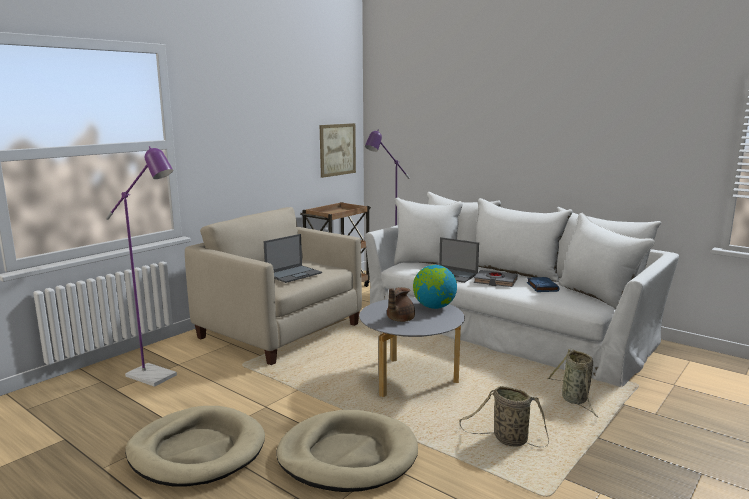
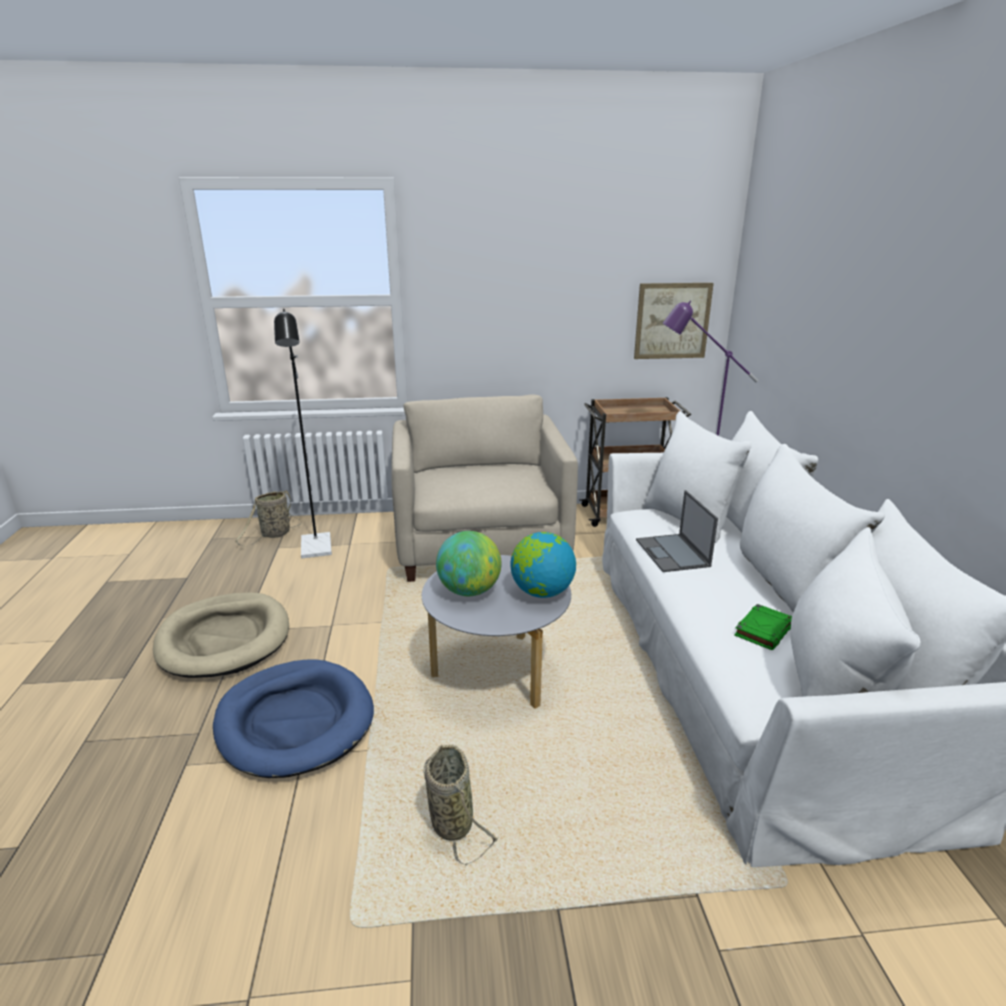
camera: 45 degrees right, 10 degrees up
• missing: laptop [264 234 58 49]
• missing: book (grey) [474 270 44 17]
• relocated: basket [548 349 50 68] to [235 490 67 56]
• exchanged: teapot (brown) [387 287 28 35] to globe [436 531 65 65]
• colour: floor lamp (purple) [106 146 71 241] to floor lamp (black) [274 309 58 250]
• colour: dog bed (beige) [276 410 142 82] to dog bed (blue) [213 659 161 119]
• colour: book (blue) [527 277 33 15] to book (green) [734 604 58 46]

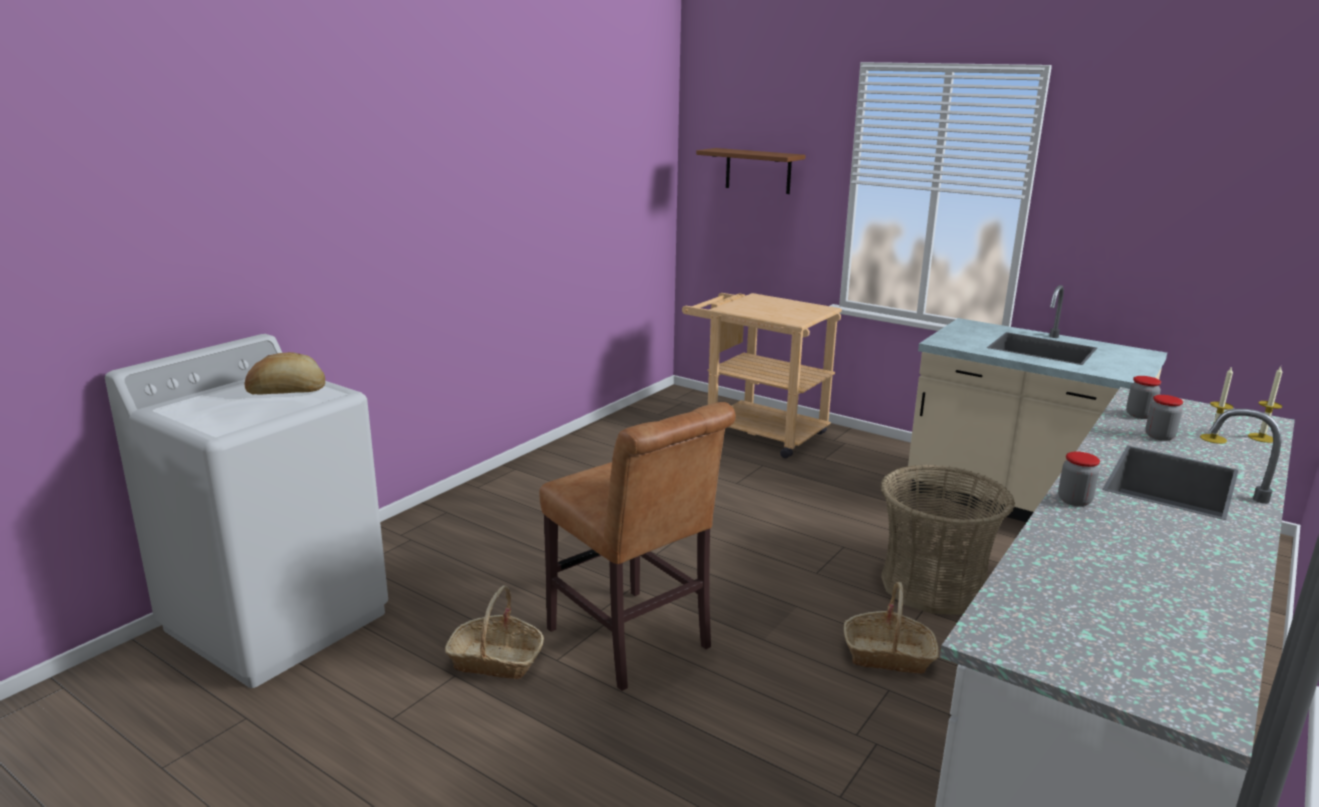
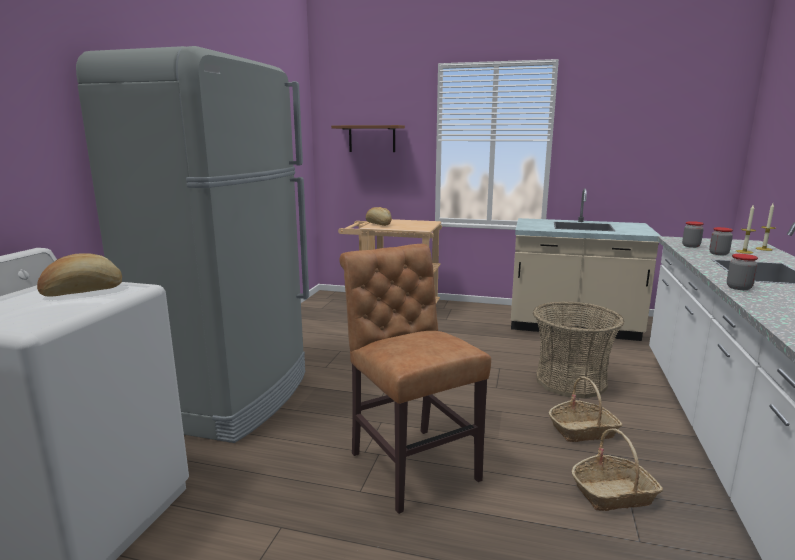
camera: 20 degrees left, 5 degrees down
• appeared: fridge (grey) [76 46 233 397]
• appeared: bread [366 207 26 19]
• relocated: basket [445 585 99 94] to [572 429 91 82]
• spun: chair (brown) [539 402 197 289] = [340 244 151 270] 150 degrees counterclockwise

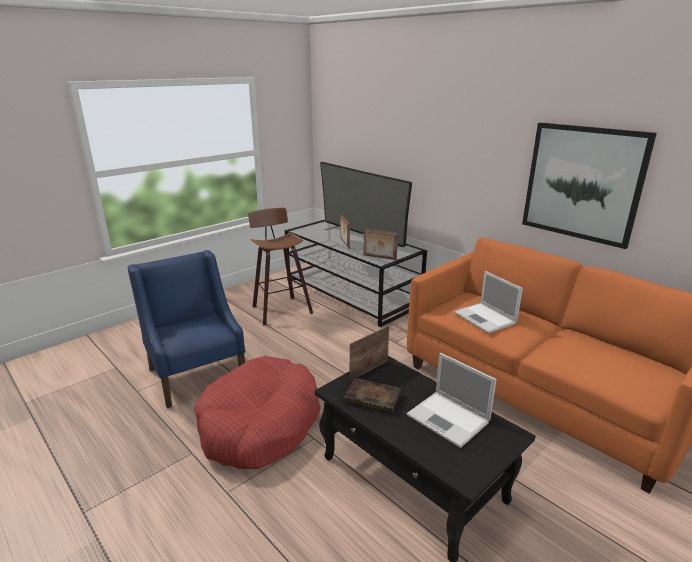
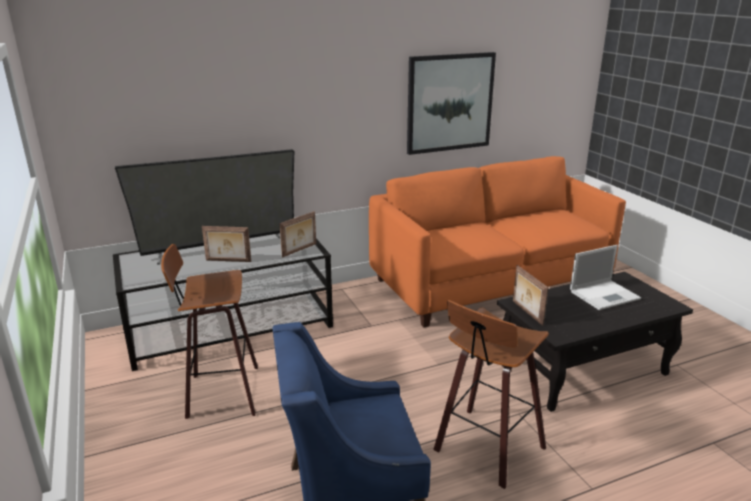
camera: 70 degrees left, 0 degrees up
• missing: book [344 377 58 37]
• missing: laptop [454 271 69 63]
• exchanged: dog bed (red) [194 356 127 113] to stool [433 300 116 189]

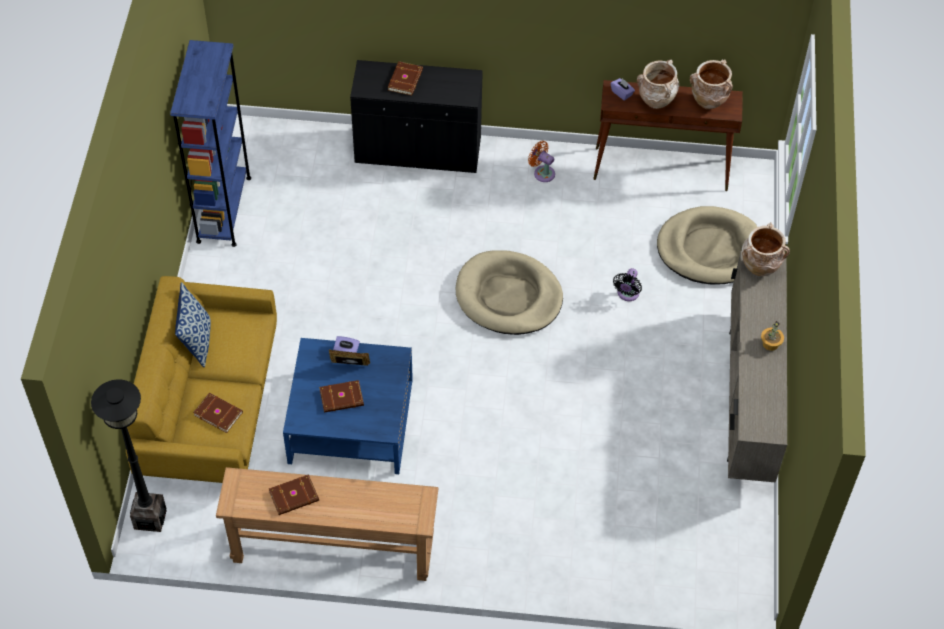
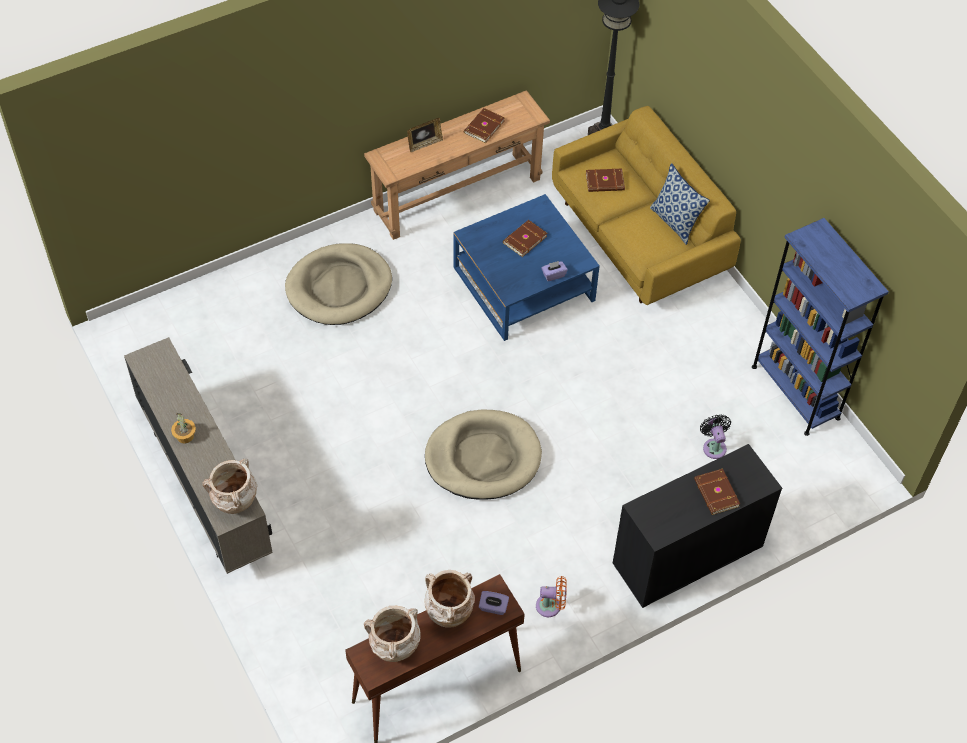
camera: 145 degrees right, 0 degrees up
• relocated: picture frame [329 349 41 17] to [407 118 36 34]
• relocated: fan (black) [613 268 29 33] to [700 414 31 45]
• relocated: dog bed (beige) [657 206 100 79] to [285 243 107 82]

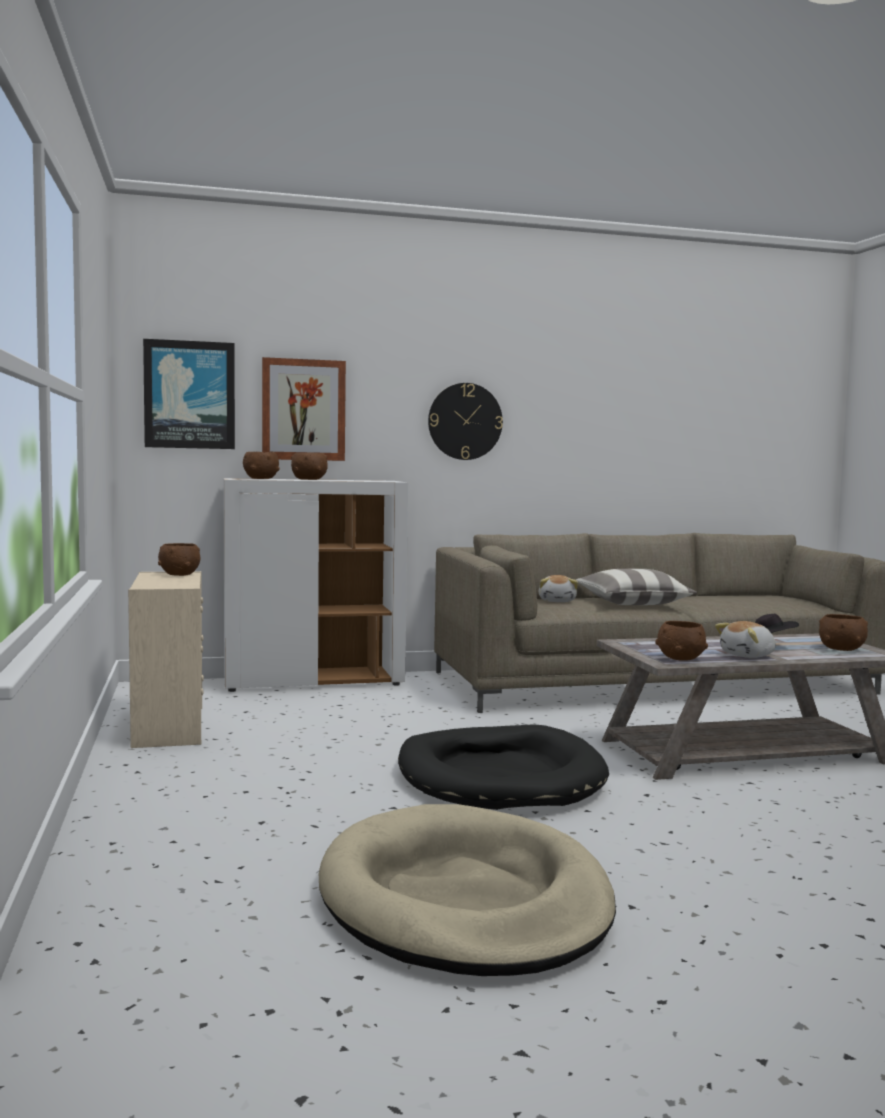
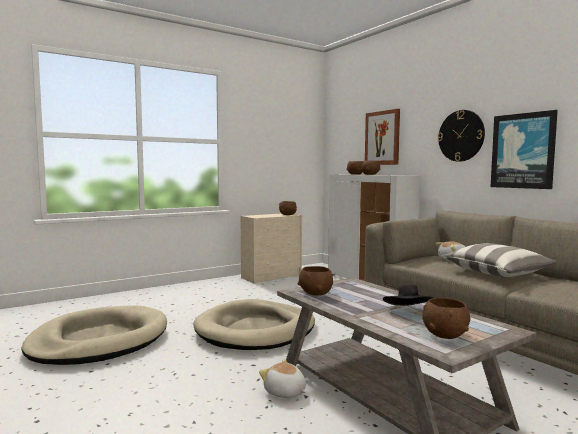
camera: 70 degrees right, 0 degrees up
• relocated: picture [143 339 92 110] to [491 110 67 79]
• relocated: plush toy [715 621 61 37] to [259 359 47 39]
• colour: dog bed (black) [398 724 211 86] to dog bed (beige) [193 299 122 51]

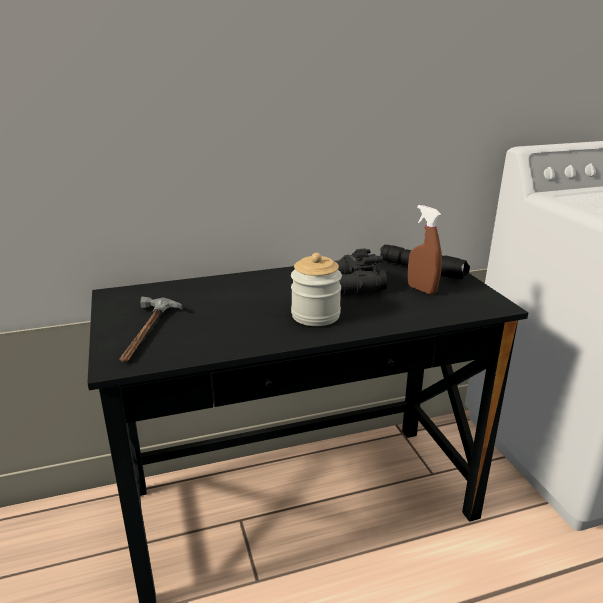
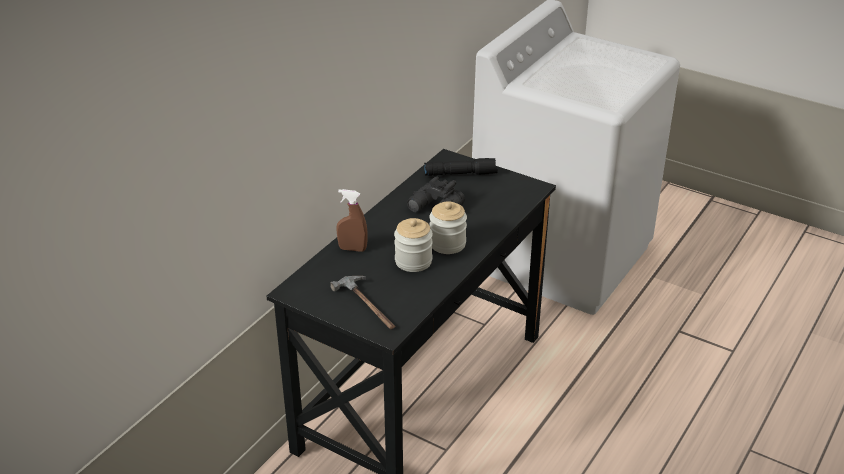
camera: 40 degrees left, 10 degrees up
• appeared: jar [394 218 39 54]
• relocated: spray bottle (brown) [408 205 34 90] to [336 189 32 63]

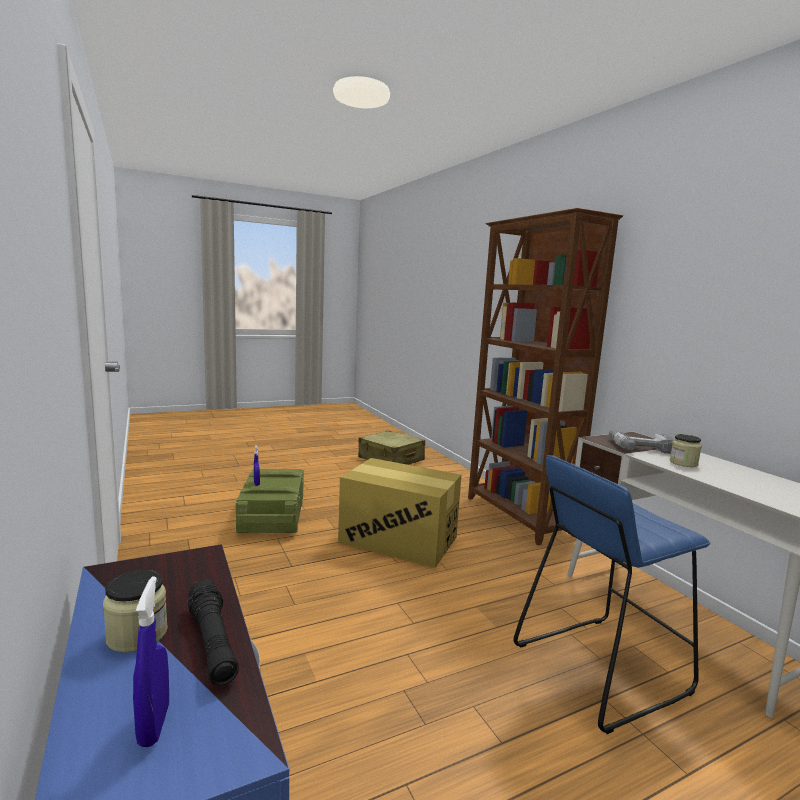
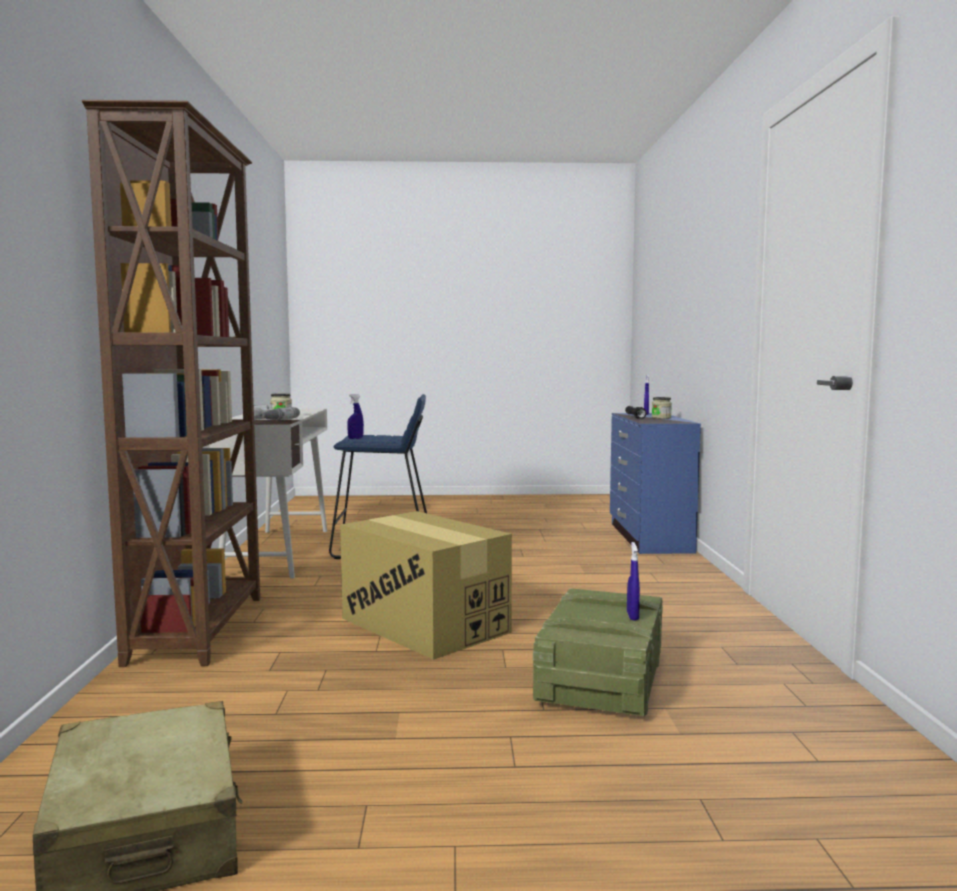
camera: 155 degrees left, 5 degrees down
• appeared: spray bottle (blue) [347 394 17 45]

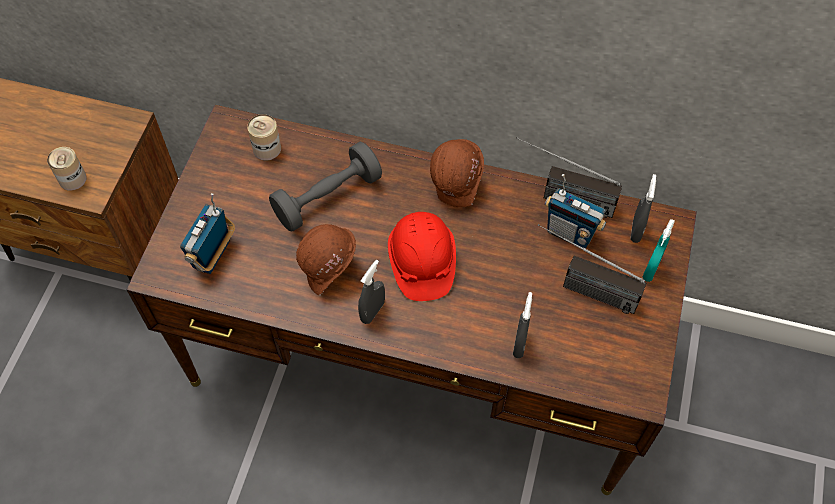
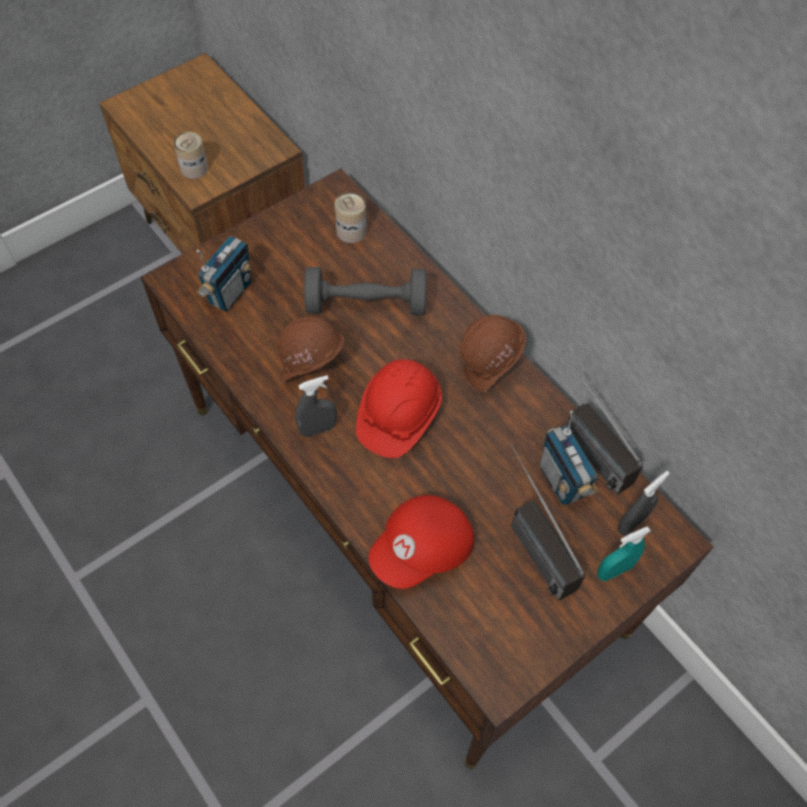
camera: 35 degrees right, 0 degrees up
• exchanged: spray bottle (grey) [513 292 19 66] to cap (red) [369 495 105 94]
• spun: radio [180 193 55 81] = [197 236 54 76] 150 degrees clockwise

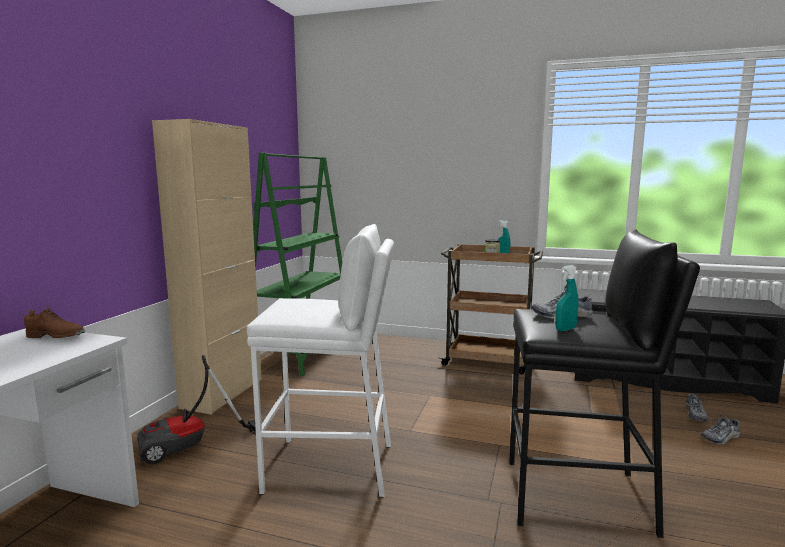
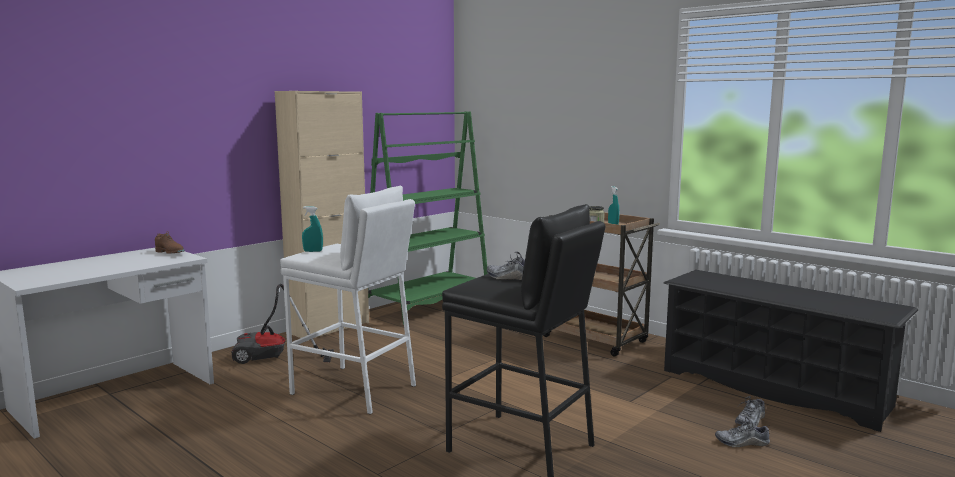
camera: 25 degrees right, 0 degrees up
• relocated: spray bottle (turquoise) [556 265 23 66] to [302 206 21 46]

